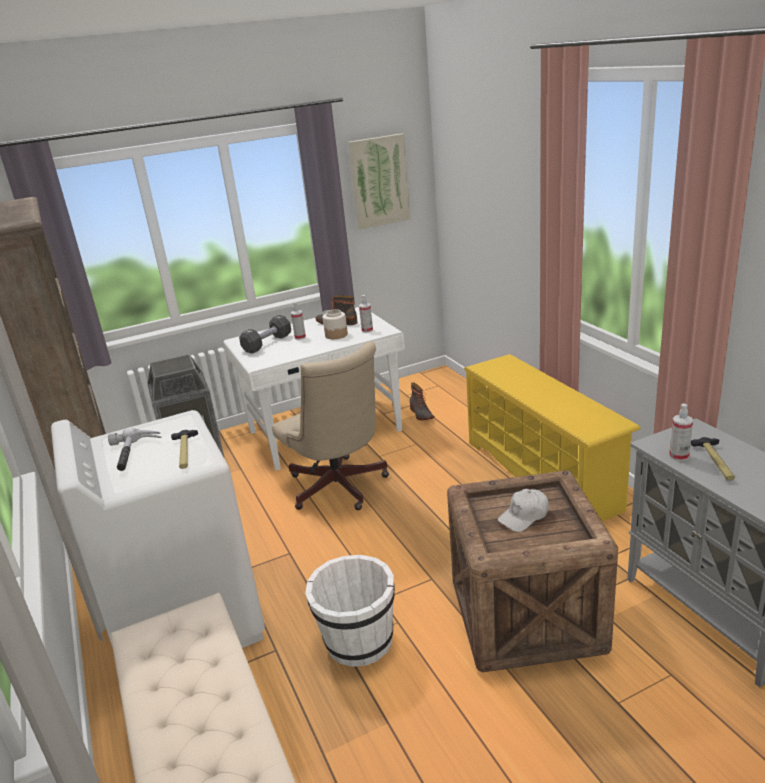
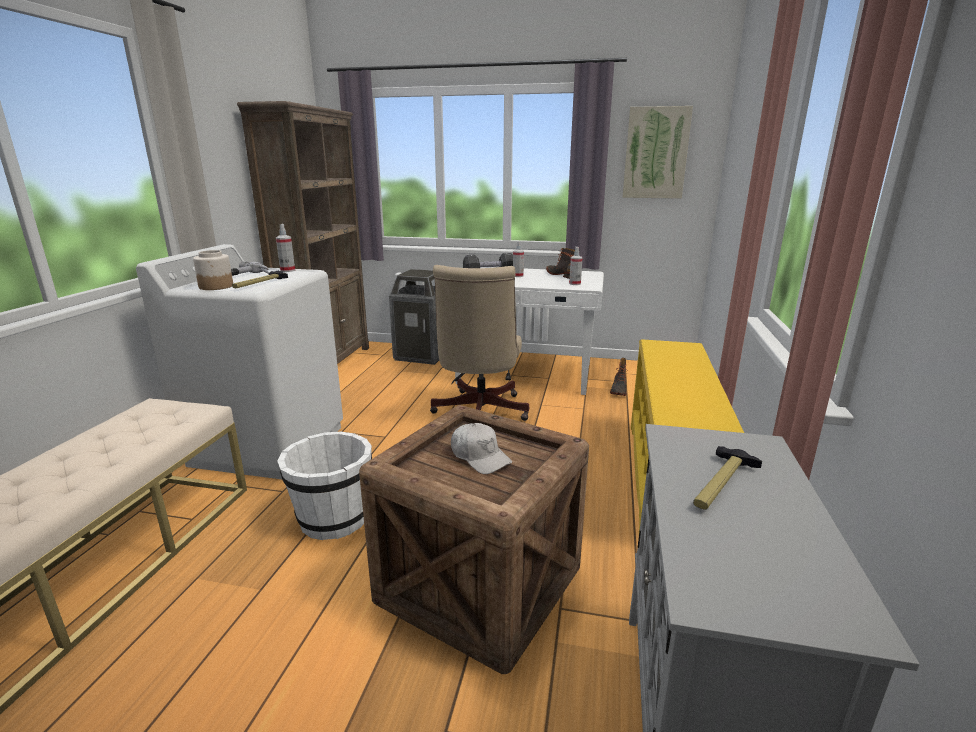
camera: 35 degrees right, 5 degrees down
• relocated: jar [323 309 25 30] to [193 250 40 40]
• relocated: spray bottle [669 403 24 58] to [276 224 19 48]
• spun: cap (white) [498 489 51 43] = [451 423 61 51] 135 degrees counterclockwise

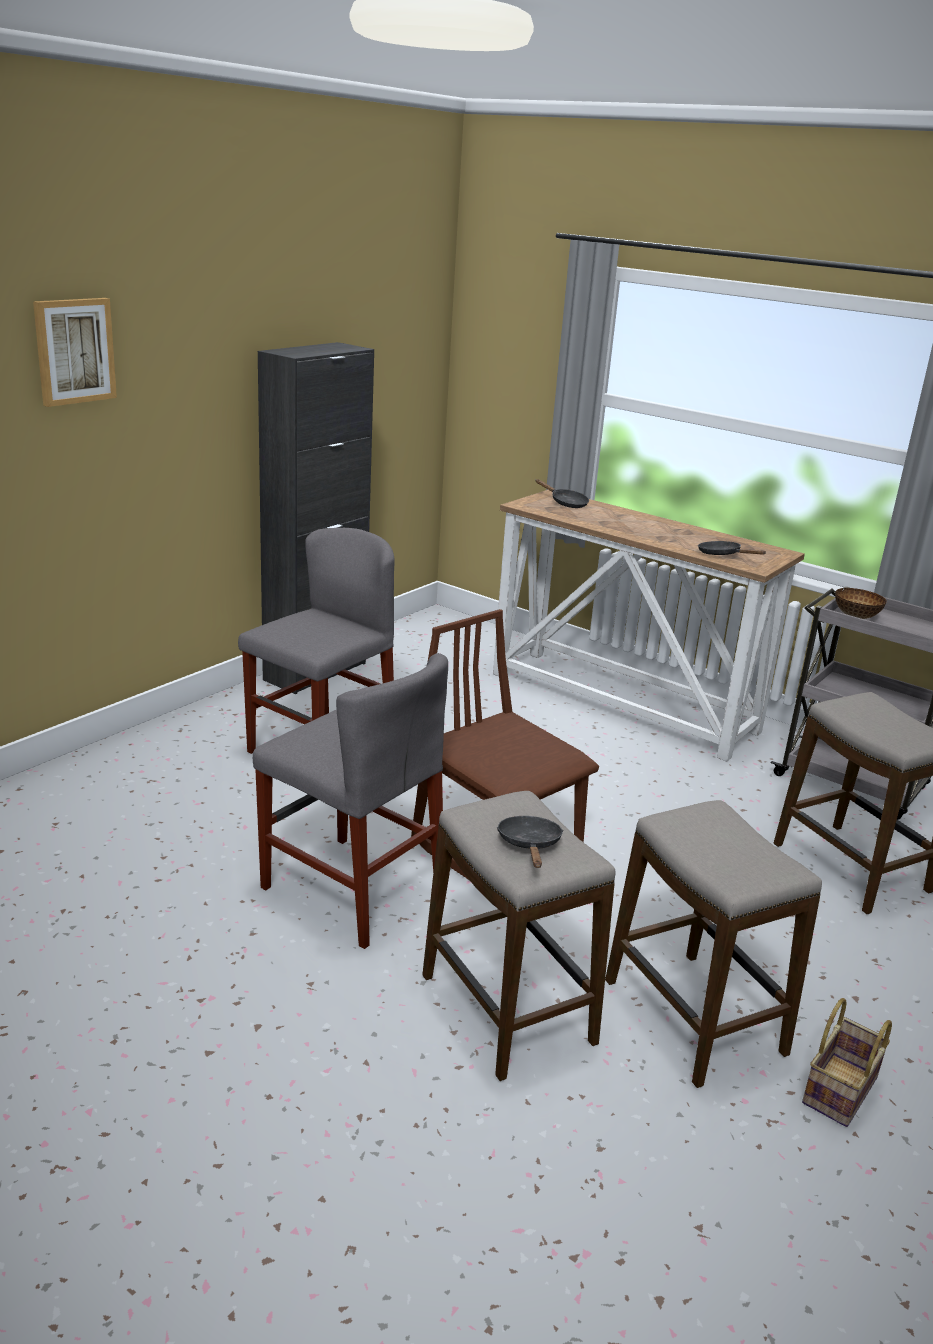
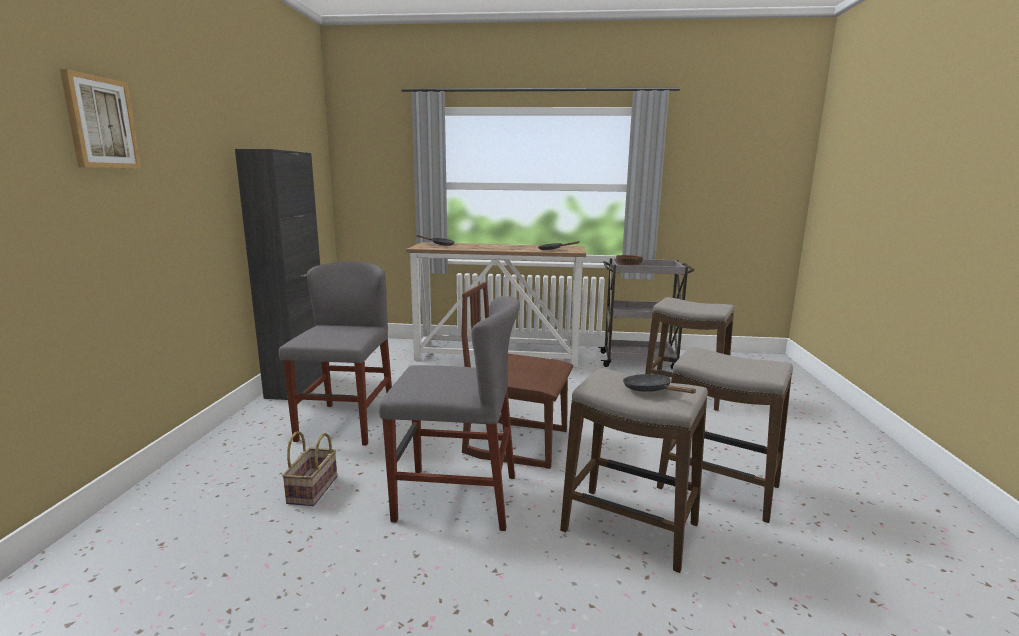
camera: 30 degrees left, 10 degrees down
• relocated: basket [802 998 90 129] to [282 431 55 75]

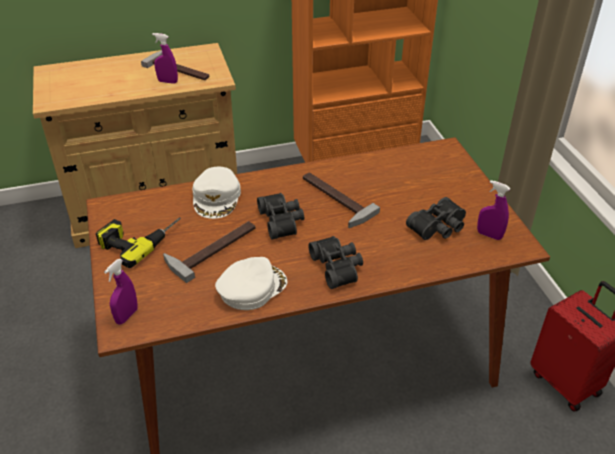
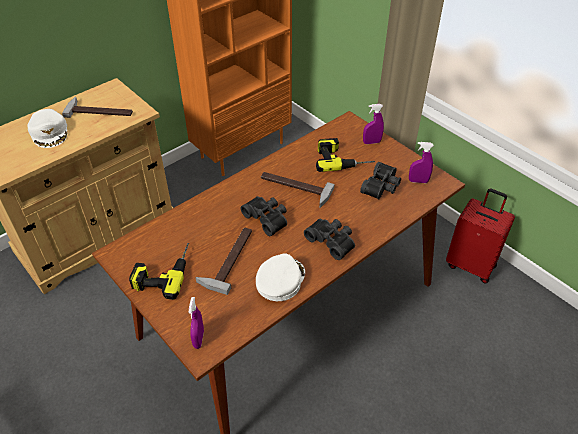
camera: 25 degrees left, 5 degrees up
• appeared: power drill [316 138 59 34]
• relocated: spray bottle (purple) [152 33 26 51] to [363 104 21 40]
• relocated: cap (white) [192 167 49 52] to [27 109 40 39]

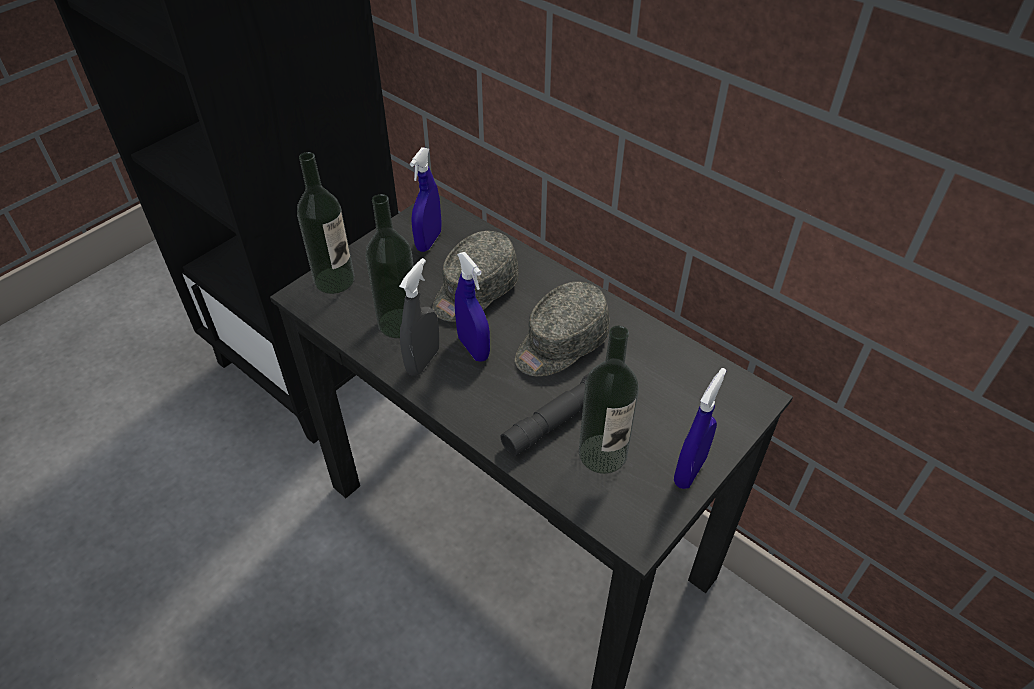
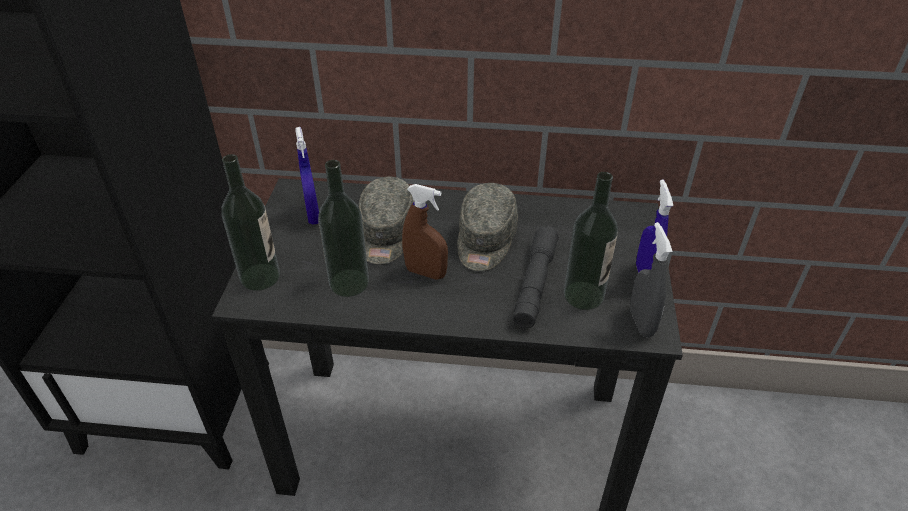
camera: 35 degrees left, 5 degrees down
• relocated: spray bottle (grey) [399 258 41 118] to [630 222 43 115]
• colour: spray bottle (blue) [455 252 35 110] to spray bottle (brown) [402 184 46 96]

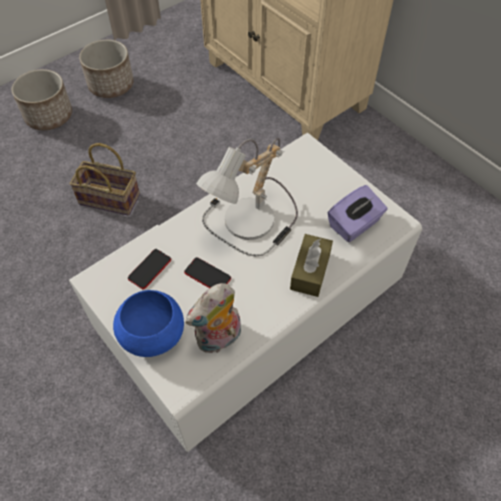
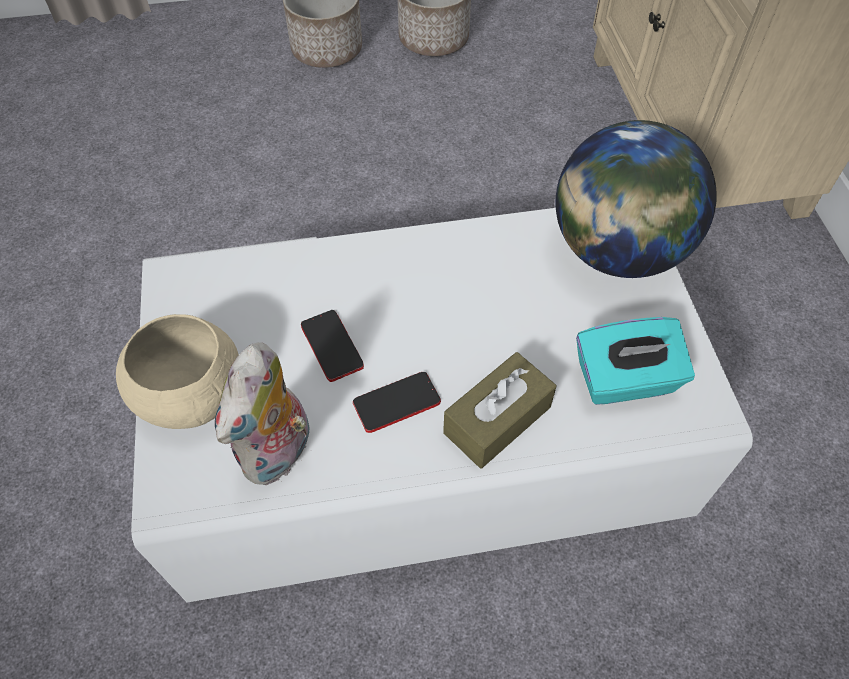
camera: 30 degrees right, 0 degrees up
• missing: basket [69 143 71 73]
• missing: table lamp [196 138 102 119]
• appeared: globe [556 120 161 158]
• relocated: phone [128 249 43 40] to [353 372 88 61]
• colour: bowl (blue) [113 290 71 67] to bowl (beige) [116 314 123 115]
• colour: tissue box (purple) [328 185 60 57] to tissue box (turquoise) [576 317 119 88]
• spun: plush toy [185 283 56 70] = [215 342 97 143] 60 degrees counterclockwise

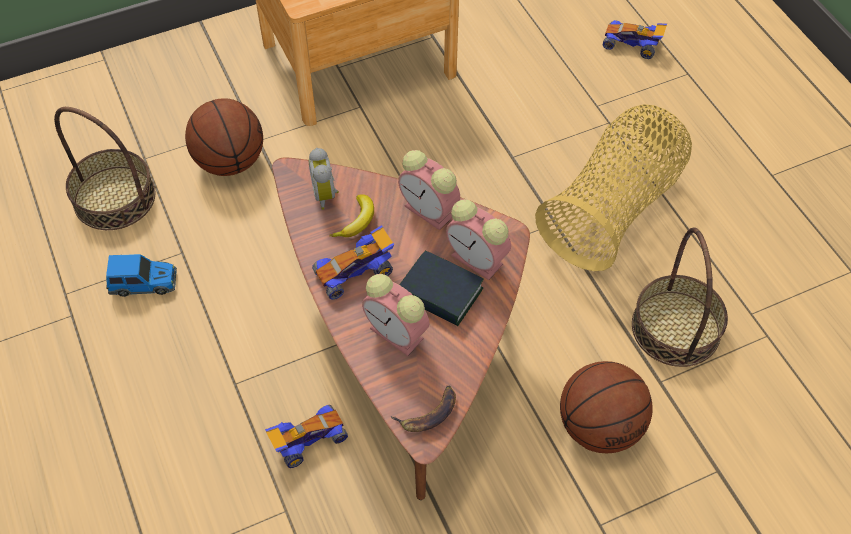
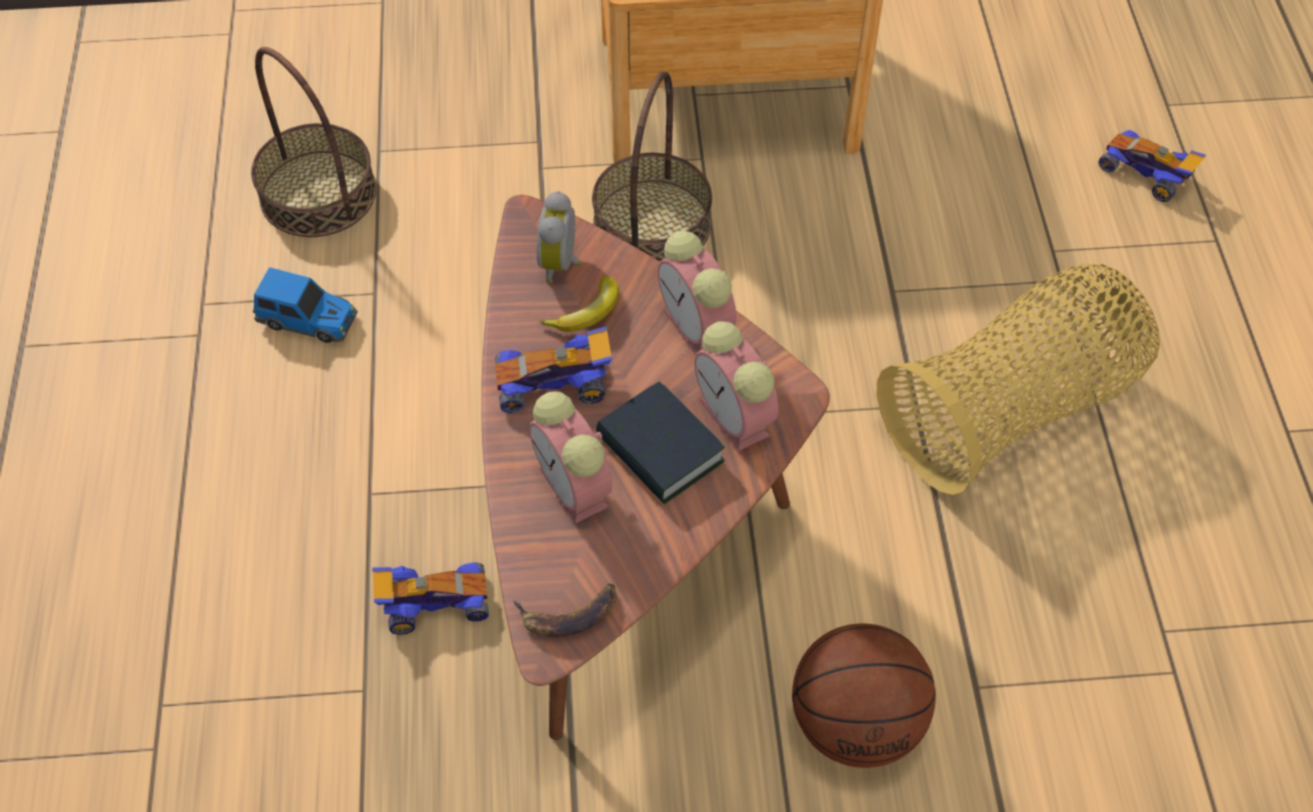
camera: 20 degrees right, 0 degrees up
• missing: basketball [185 98 78 78]
• relocated: basket [632 227 96 140] to [592 71 120 191]

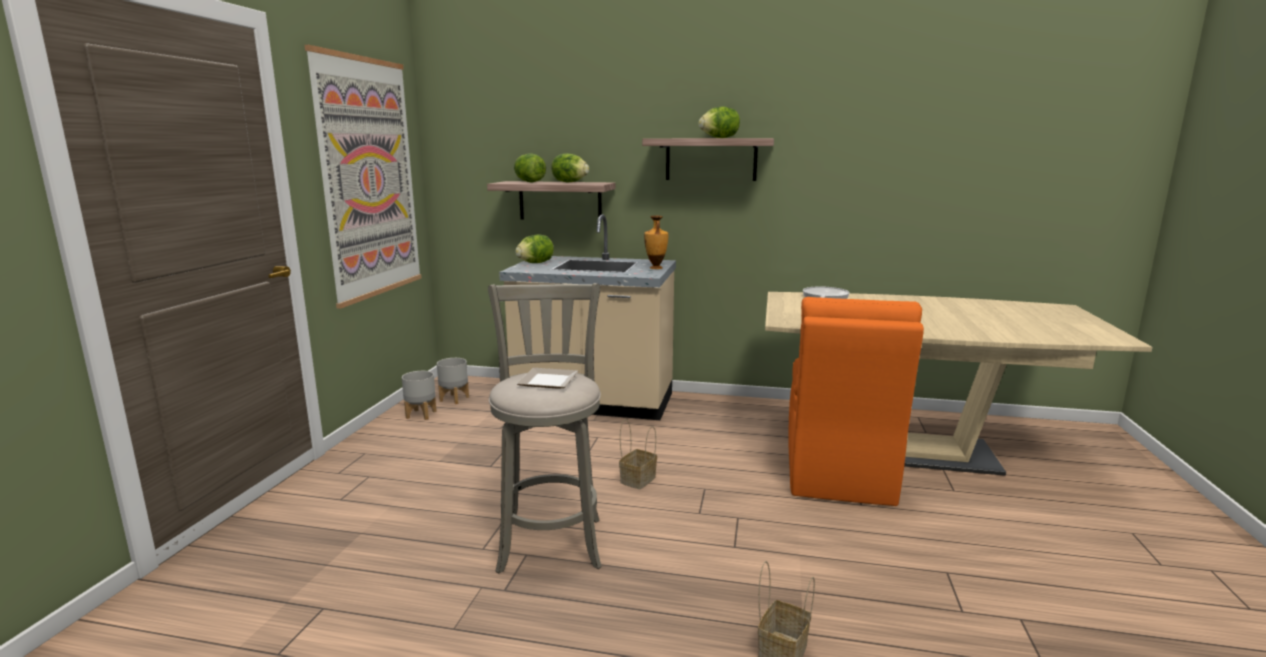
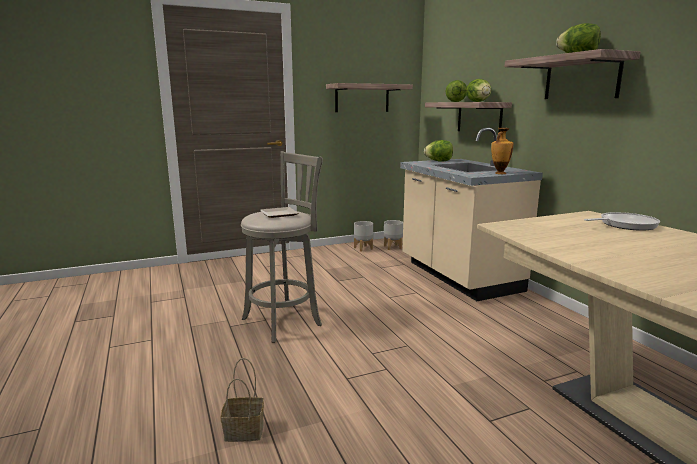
camera: 55 degrees right, 0 degrees up
• missing: basket [619 419 38 70]
• missing: chair (orange) [788 297 136 209]
• exchanged: picture [304 45 118 264] to shelf [326 83 87 29]

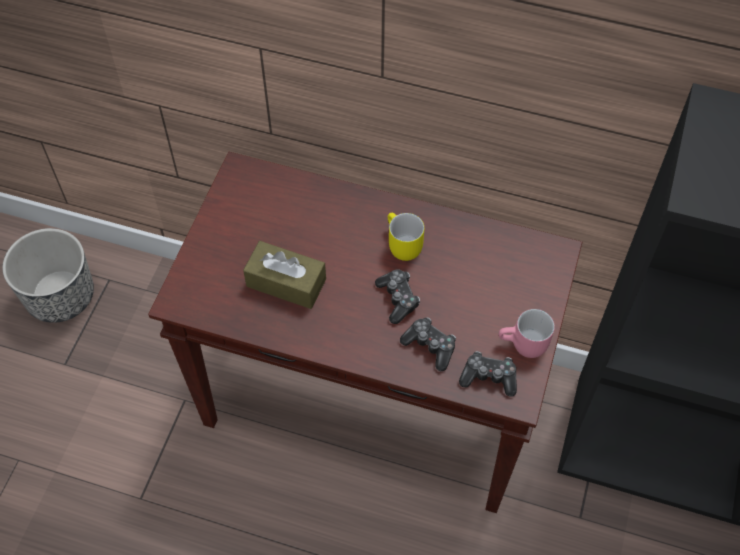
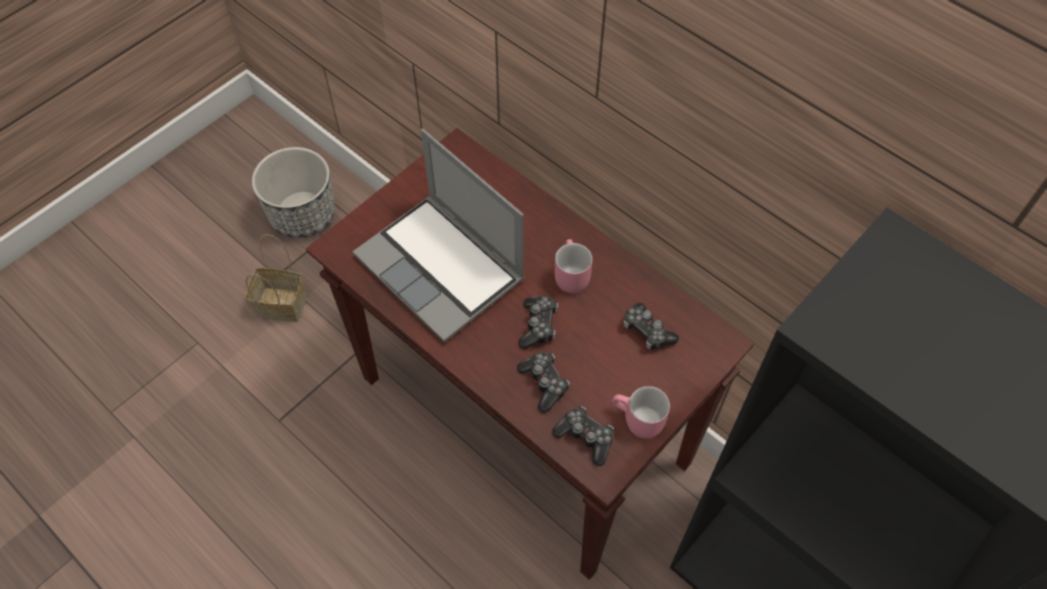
camera: 25 degrees right, 0 degrees up
• appeared: basket [245 234 62 88]
• appeared: game controller [623 303 56 47]
• exchanged: tissue box (brown) [243 241 83 68] to laptop [352 129 173 214]
• colour: mug (yellow) [388 213 36 48] to mug (pink) [555 239 38 54]

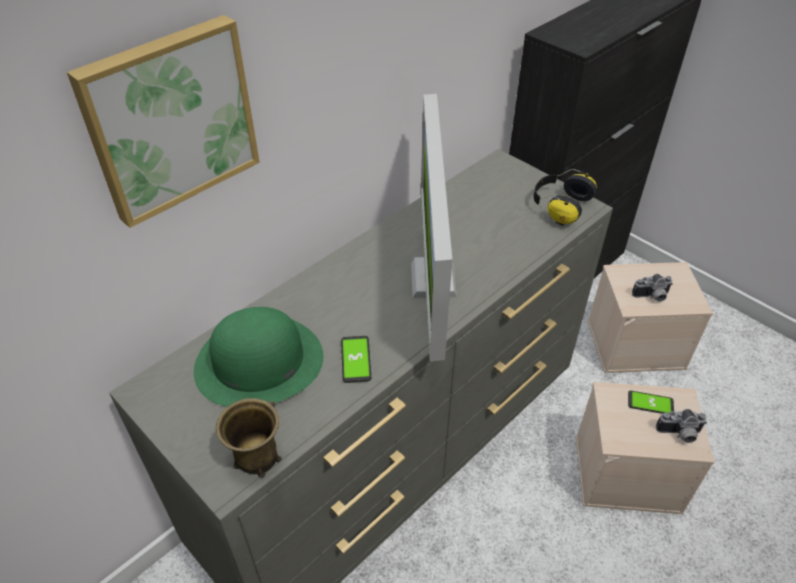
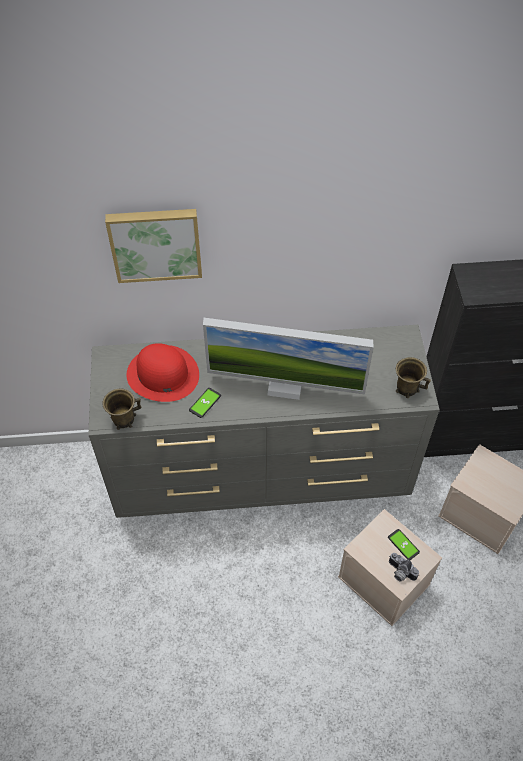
camera: 40 degrees right, 10 degrees up
• missing: photo camera [632 274 41 28]
• exchanged: headphones [534 169 63 57] to mug (brown) [396 357 35 41]
• colour: hat (green) [194 307 129 100] to hat (red) [127 343 72 59]
• spun: monitor [411 94 46 267] = [203 318 171 82] 120 degrees counterclockwise

